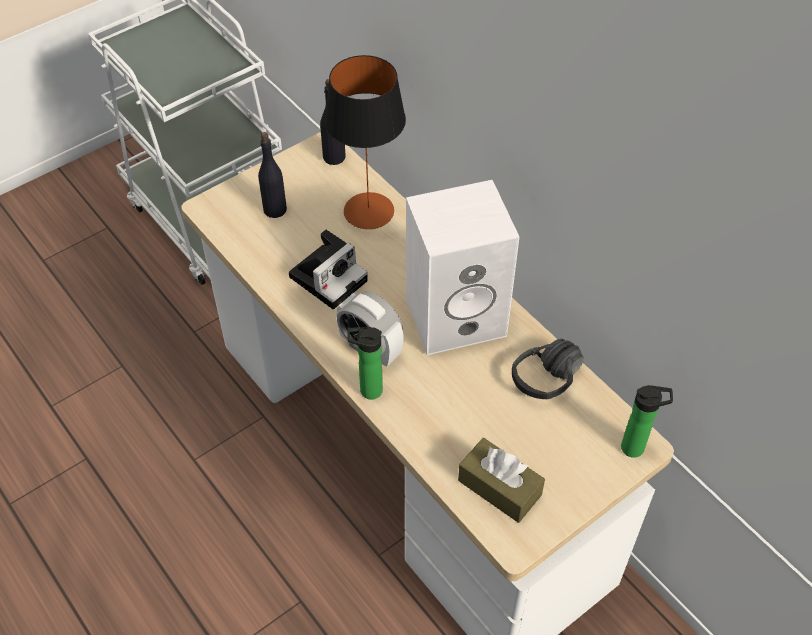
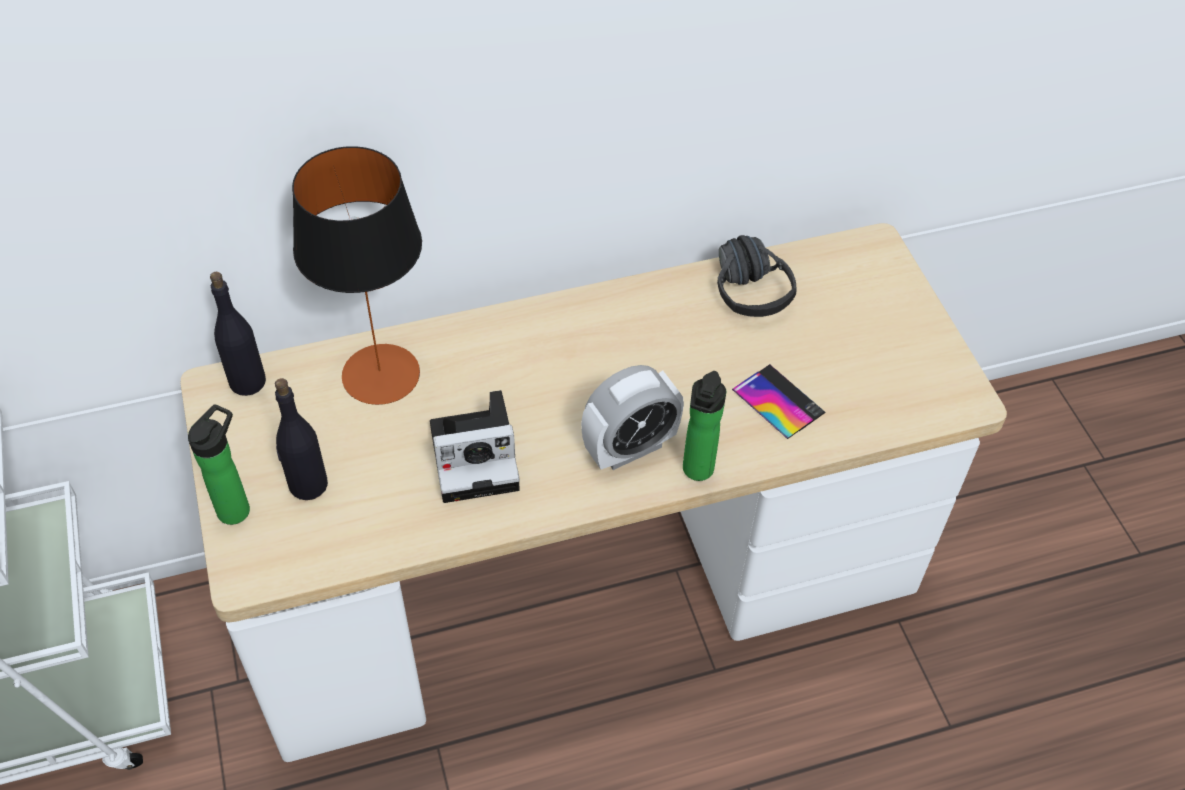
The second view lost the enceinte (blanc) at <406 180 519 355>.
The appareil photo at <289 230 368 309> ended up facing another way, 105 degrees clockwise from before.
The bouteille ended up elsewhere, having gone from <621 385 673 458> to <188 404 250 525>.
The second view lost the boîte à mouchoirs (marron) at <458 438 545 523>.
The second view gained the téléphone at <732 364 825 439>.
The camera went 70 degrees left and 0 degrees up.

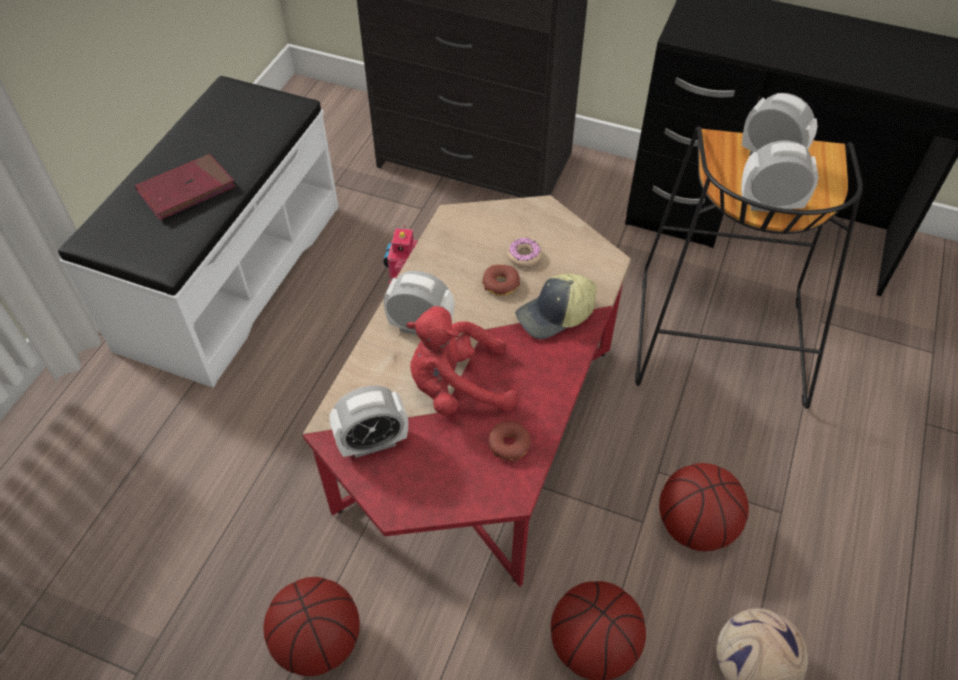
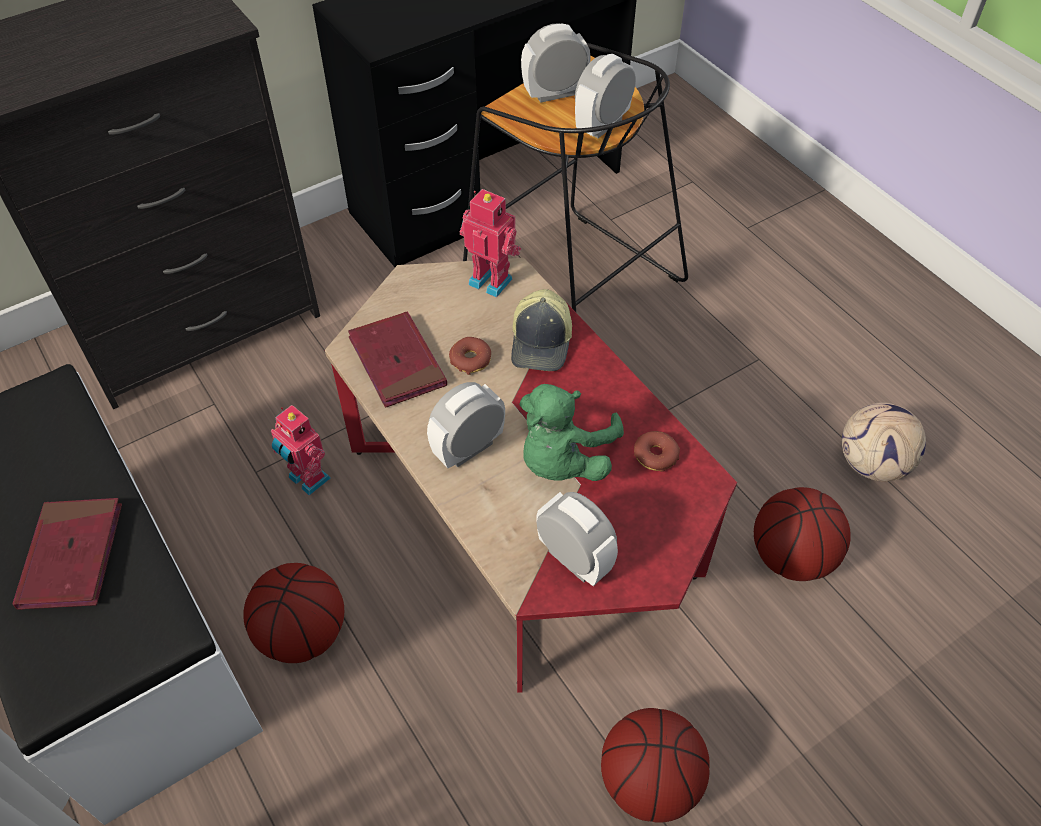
The second view lost the beignet at <507 237 542 267>.
What was the peluche (rouge) at <407 306 517 415> turned into the peluche (vert) at <519 384 624 481>.
The réveil at <329 386 408 458> ended up facing another way, 60 degrees counterclockwise from before.
The ballon de basket ended up elsewhere, having gone from <659 463 749 551> to <243 563 344 663>.
The second view gained the robot jouet at <460 189 521 298>.
The second view gained the livre (rouge) at <348 312 447 408>.
The camera went 55 degrees left and 0 degrees up.

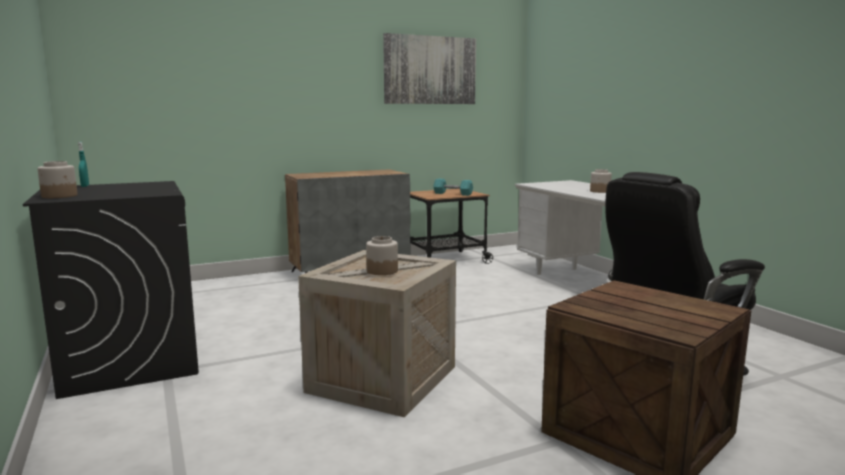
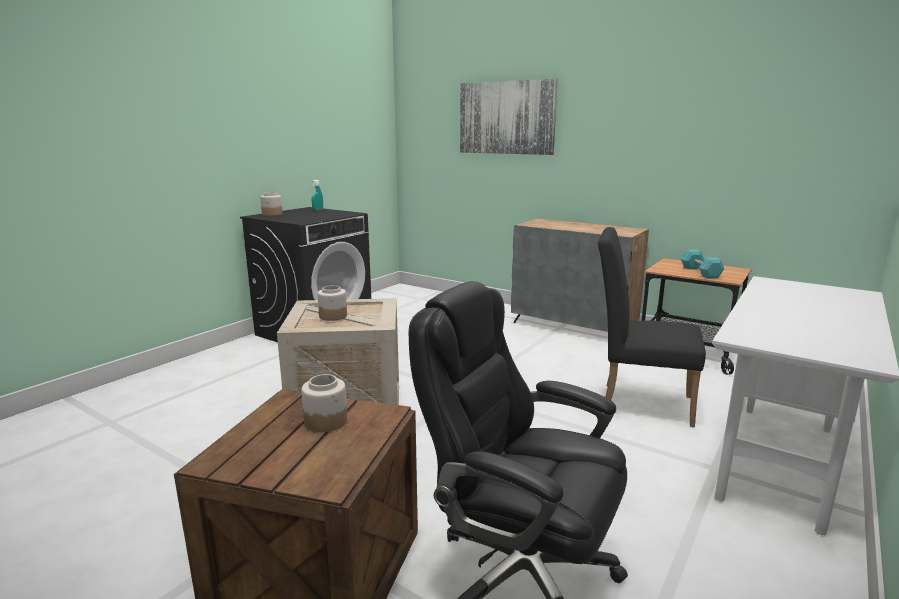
The tableau ended up elsewhere, having gone from <383 33 476 104> to <460 78 558 155>.
The bocal ended up elsewhere, having gone from <590 169 612 193> to <301 374 347 432>.
The second view gained the chaise (noir) at <598 227 706 428>.
The camera went 60 degrees right and 5 degrees up.

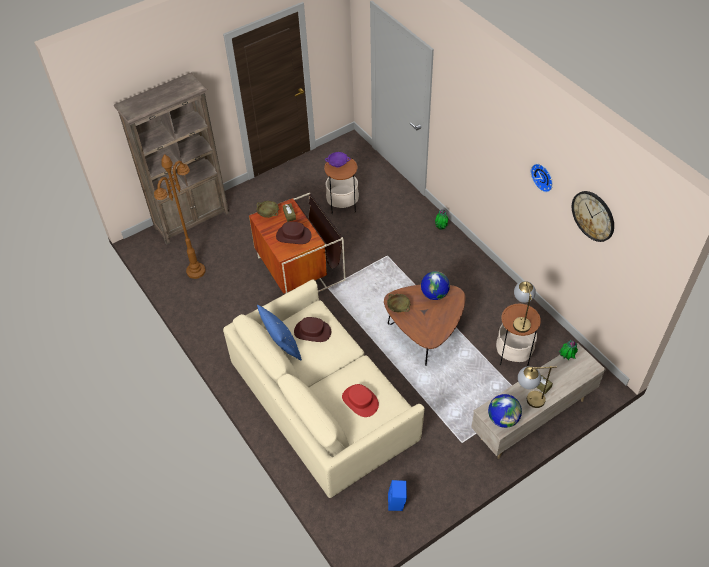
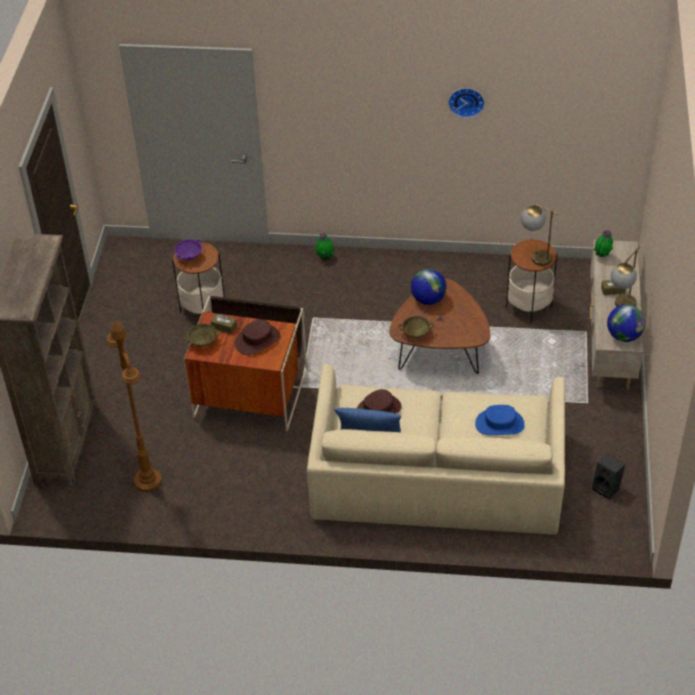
The second view lost the horloge murale at <572 191 614 242>.
What was the chapeau (rouge) at <342 384 379 417> turned into the chapeau (bleu) at <475 405 525 435>.
What was the enceinte (bleu) at <388 480 407 511> turned into the enceinte (noir) at <592 454 625 499>.
The camera went 50 degrees left and 5 degrees down.

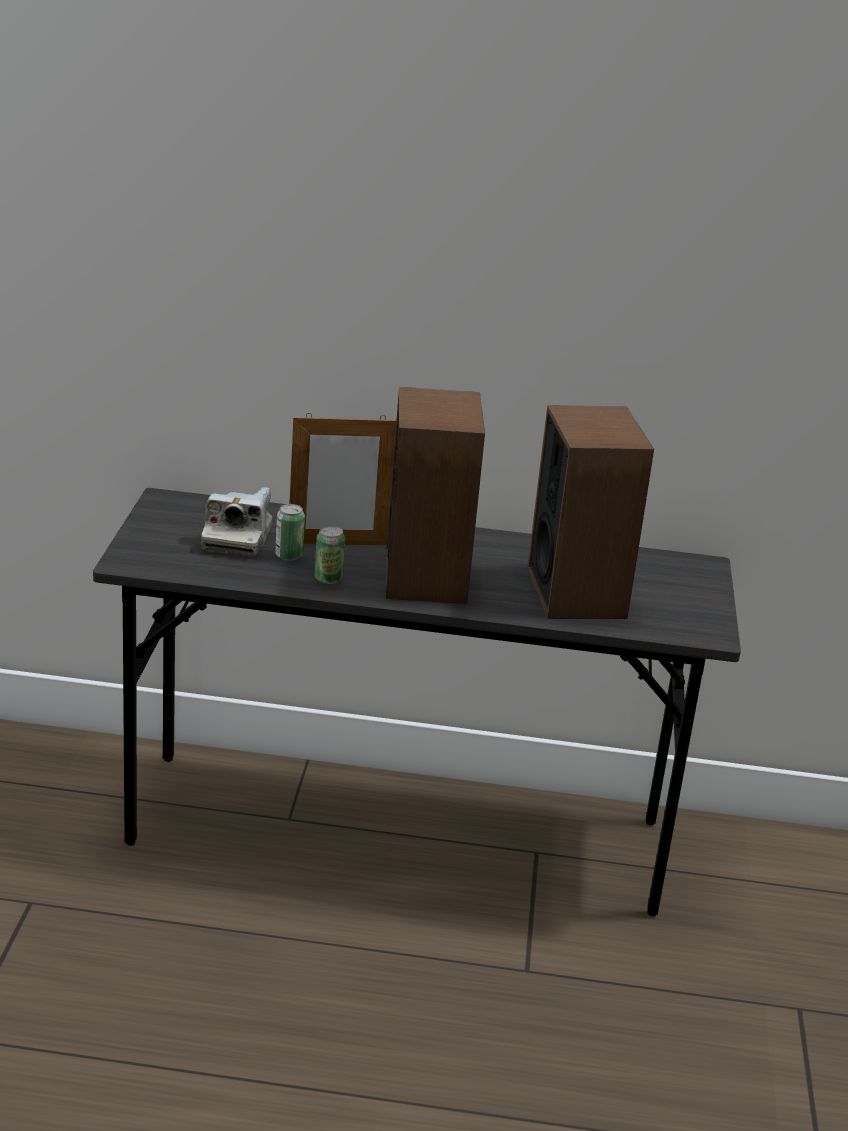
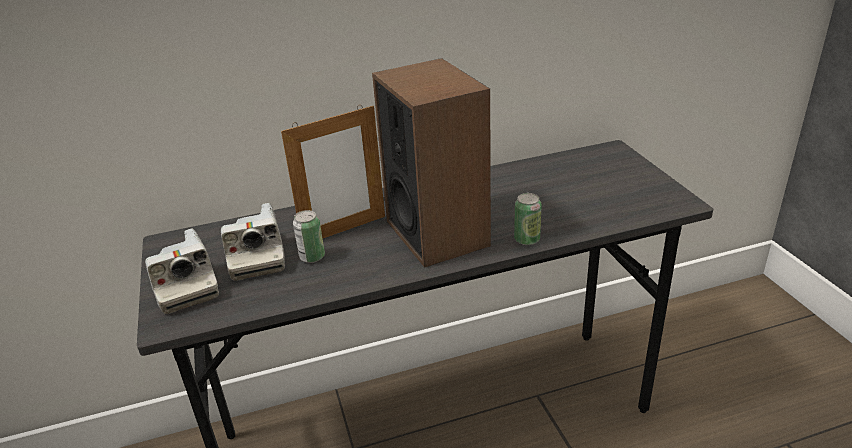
The second view lost the enceinte at <527 405 654 619>.
The boîte métallique ended up elsewhere, having gone from <315 526 345 584> to <514 193 542 245>.
The second view gained the appareil photo at <145 228 219 314>.
The camera went 20 degrees left and 5 degrees up.

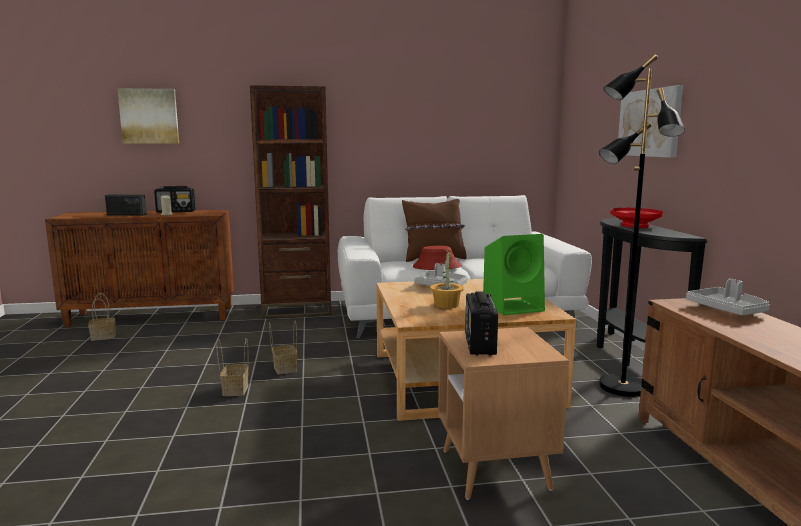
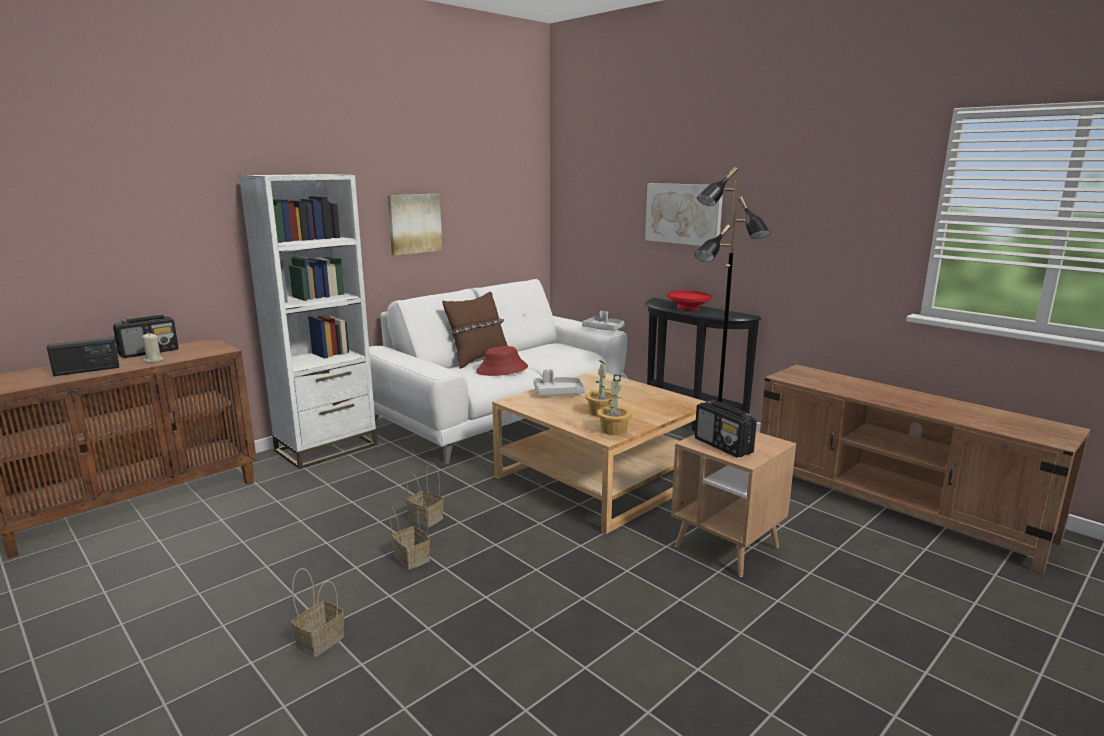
What was the bibliothèque (marron) at <250 85 332 319> turned into the bibliothèque (blanc) at <239 174 377 469>.
The tableau ended up elsewhere, having gone from <117 88 179 144> to <387 194 442 255>.
The second view lost the enceinte (vert) at <483 234 545 315>.
The plateau (gris) ended up elsewhere, having gone from <686 279 770 315> to <582 311 624 331>.
The panier ended up elsewhere, having gone from <88 293 116 341> to <291 568 344 658>.
The second view gained the plante en pot at <597 374 632 435>.
The camera went 35 degrees left and 5 degrees up.

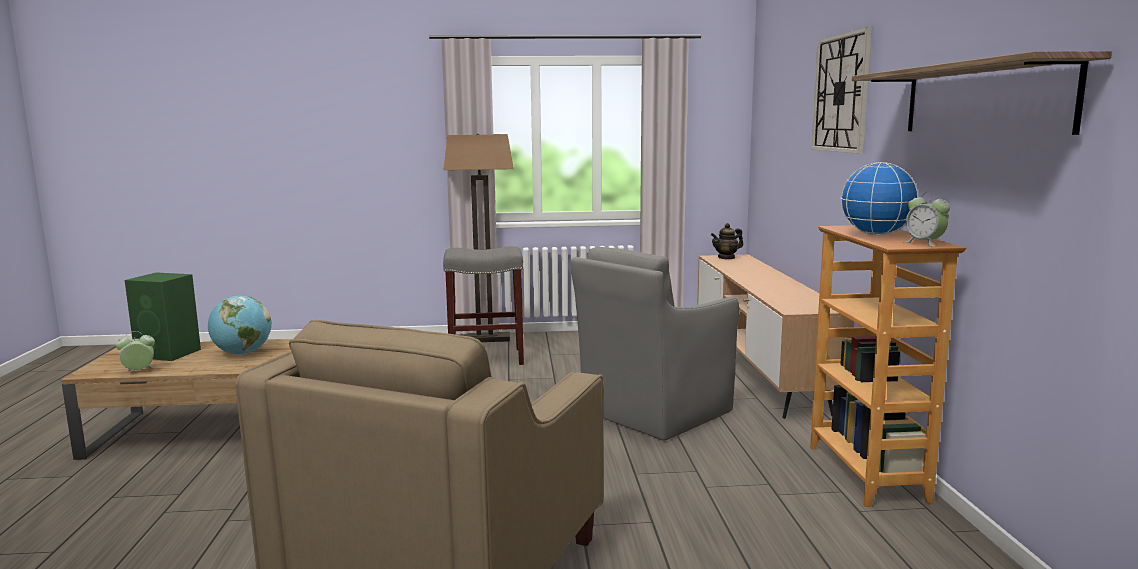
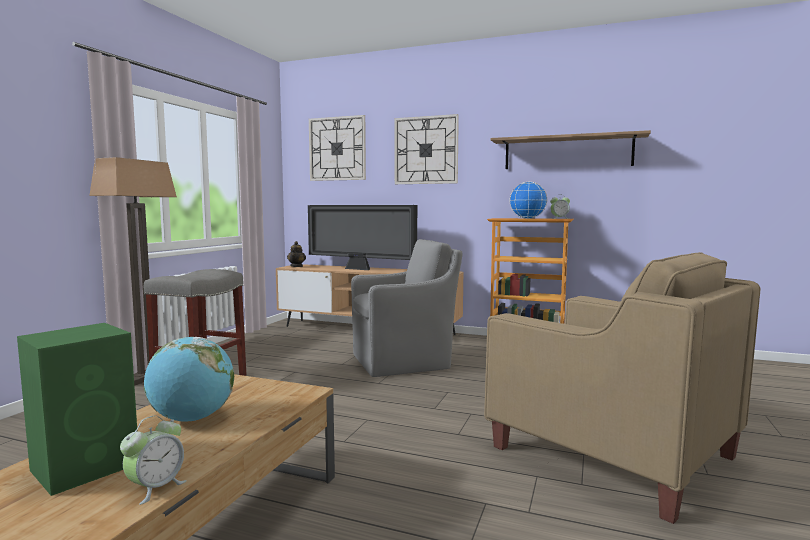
The fauteuil (gris) at <571 246 739 441> ended up facing another way, 90 degrees counterclockwise from before.
The réveil at <115 331 156 372> ended up facing another way, 150 degrees counterclockwise from before.
The second view gained the horloge murale at <309 115 366 181>.
The second view gained the téléviseur at <308 205 417 270>.
The camera went 65 degrees left and 5 degrees down.

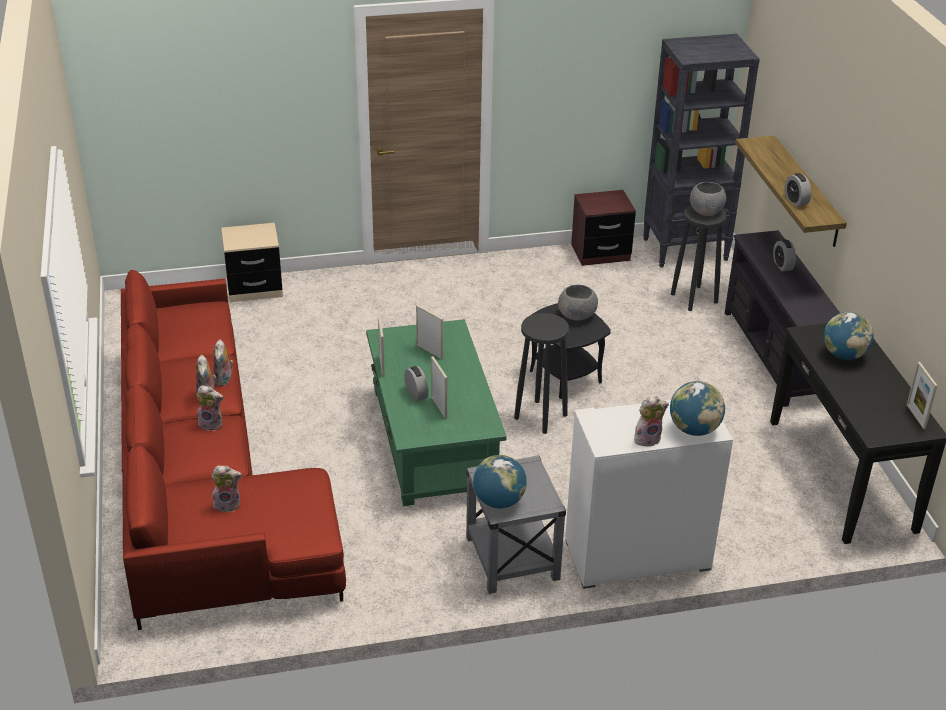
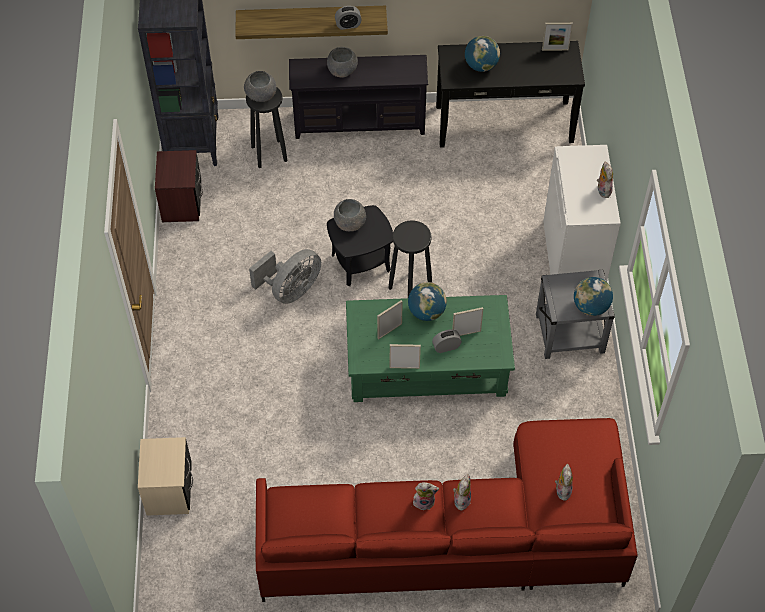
Where the réveil stood at <773 239 796 271>, the bol (gris) came to stand at <327 47 358 78>.
The second view lost the peluche at <213 339 233 386>.
The globe ended up elsewhere, having gone from <670 381 725 436> to <408 282 447 321>.
The second view gained the ventilateur (gris) at <249 249 321 304>.
The camera went 80 degrees left and 20 degrees up.

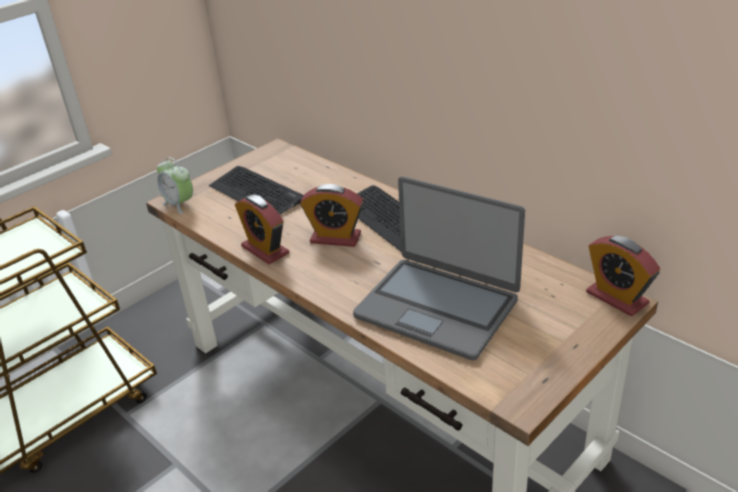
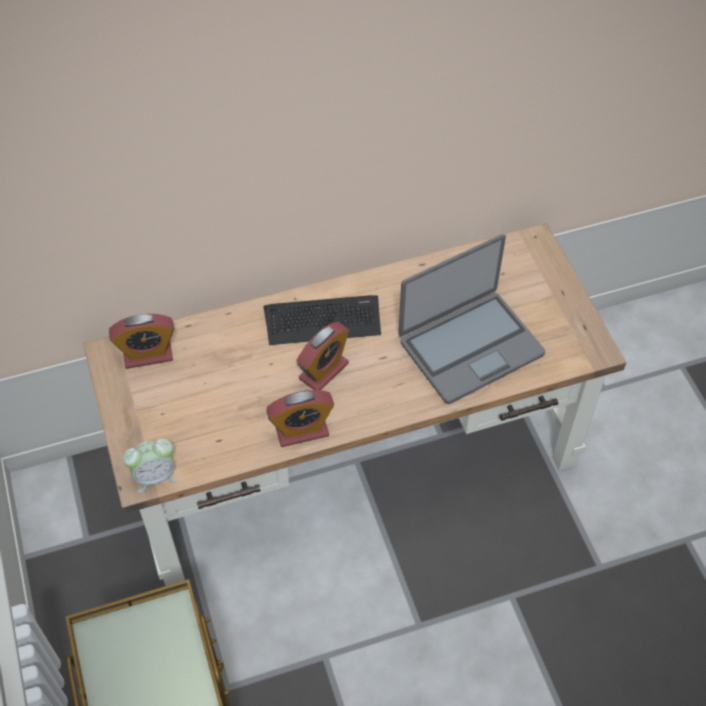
The second view lost the clavier at <209 166 304 215>.
The réveil ended up elsewhere, having gone from <586 236 660 316> to <109 314 174 369>.
The camera went 65 degrees left and 20 degrees up.

